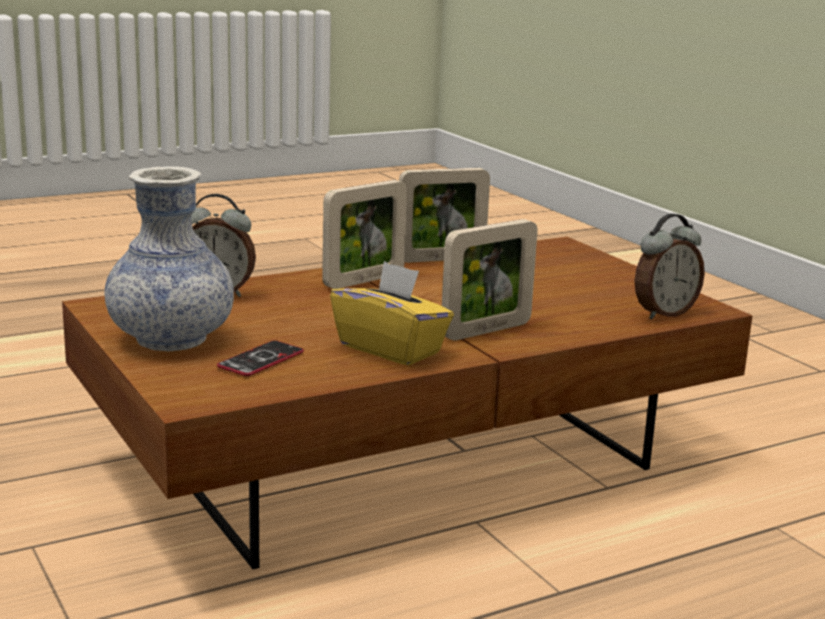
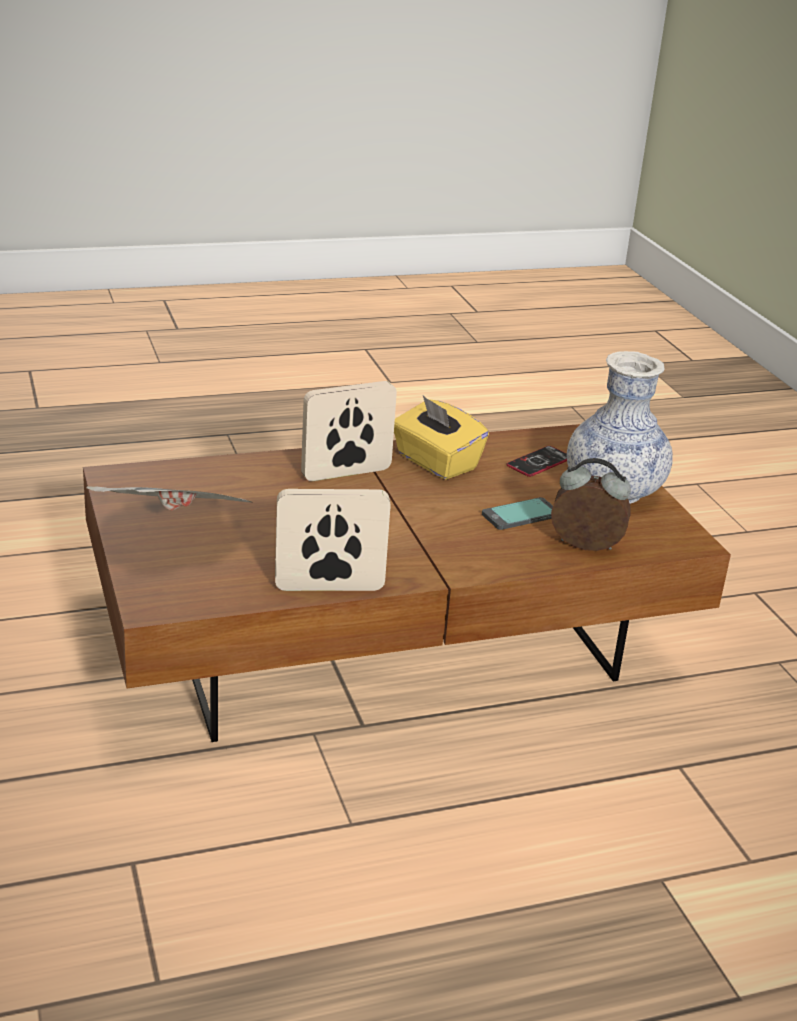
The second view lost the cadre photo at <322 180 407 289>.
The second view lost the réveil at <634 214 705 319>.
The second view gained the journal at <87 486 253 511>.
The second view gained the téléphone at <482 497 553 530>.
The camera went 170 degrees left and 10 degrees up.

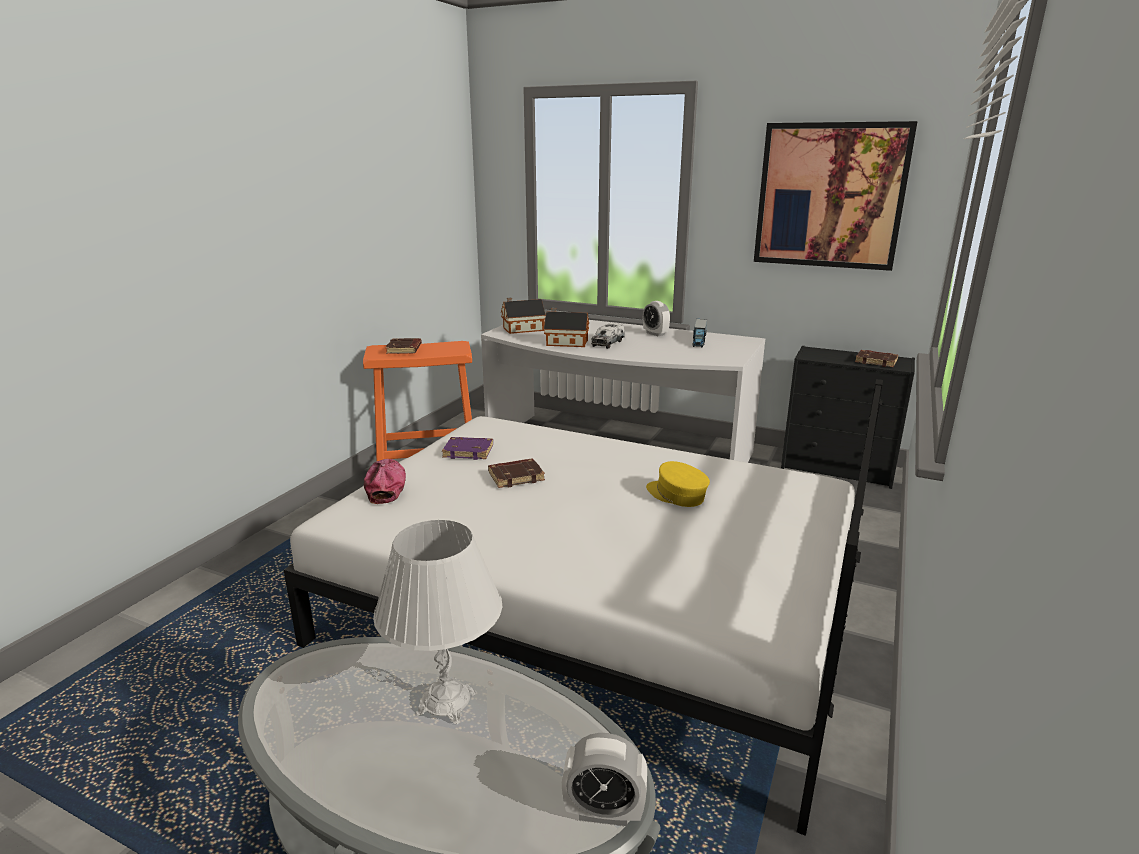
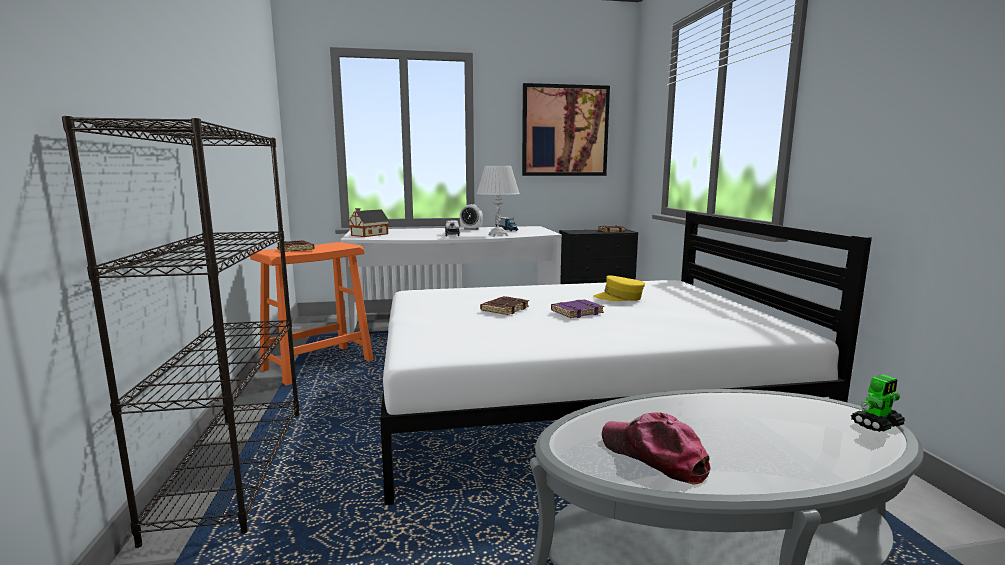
The second view lost the maison miniature at <544 308 589 347>.
The livre (violet) ended up elsewhere, having gone from <442 437 493 460> to <551 299 604 318>.
The casquette ended up elsewhere, having gone from <364 459 406 504> to <602 412 711 485>.
The lampe de table (blanc) ended up elsewhere, having gone from <373 520 502 724> to <476 166 520 237>.
Where the réveil stood at <562 733 647 826>, the robot jouet came to stand at <851 374 906 432>.
The second view gained the bibliothèque (noir) at <62 116 299 548>.
The camera went 35 degrees left and 10 degrees down.

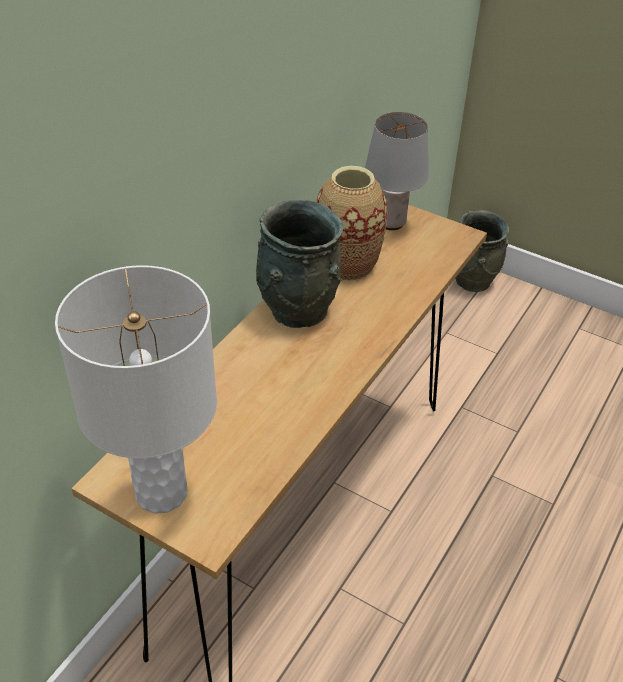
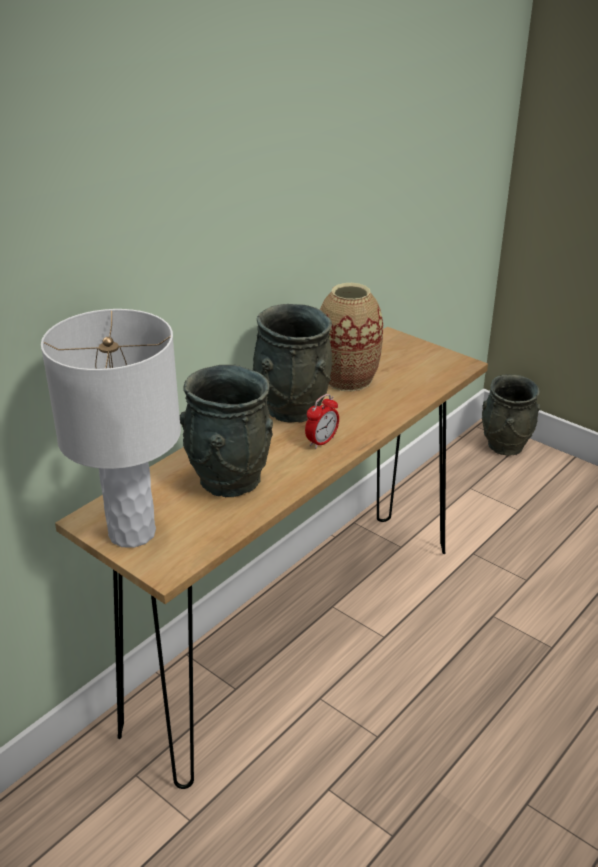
The second view lost the lampe de table (gris) at <365 112 429 230>.
The second view gained the vase (gris) at <180 365 273 497>.
The second view gained the réveil at <305 394 339 449>.
The camera went 10 degrees right and 10 degrees down.

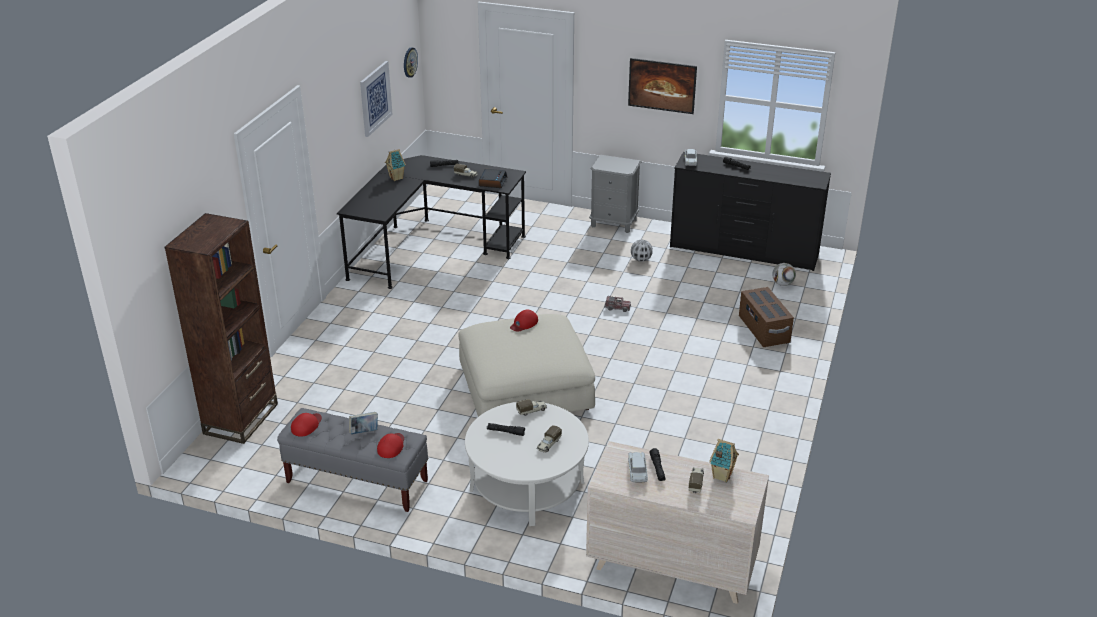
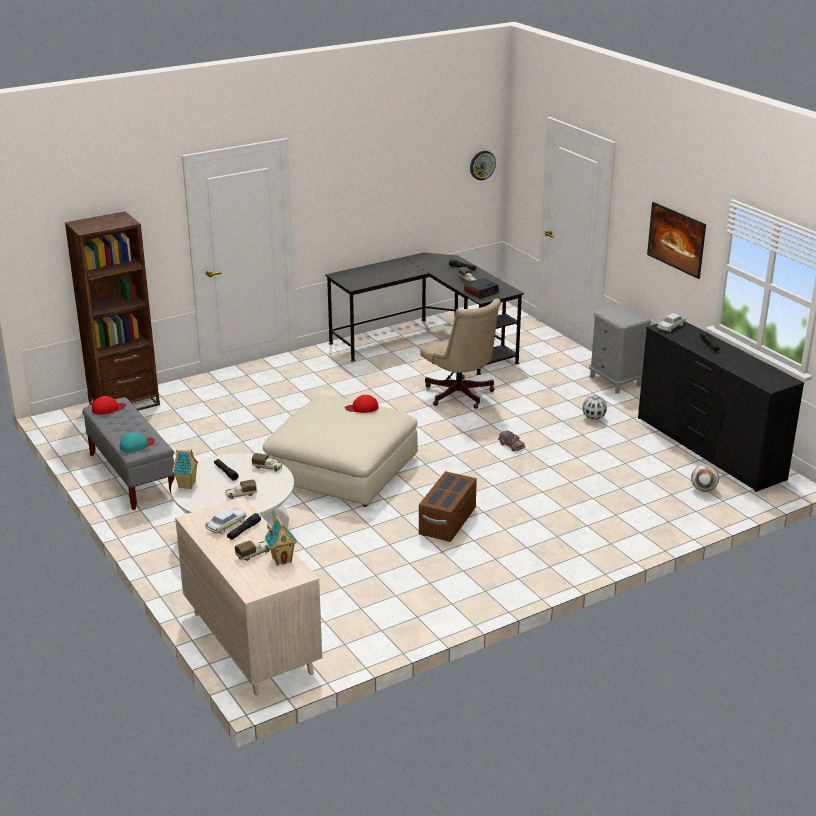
The second view lost the tableau at <360 61 393 137>.
The maison miniature ended up elsewhere, having gone from <385 149 406 181> to <172 449 198 489>.
The boîte de rangement (marron) ended up elsewhere, having gone from <739 287 794 347> to <419 471 477 542>.
The second view lost the livre at <349 412 378 434>.
What was the casquette (rouge) at <377 433 404 458> turned into the casquette (turquoise) at <120 432 155 452>.
The second view gained the chaise de bureau (beige) at <420 299 501 409>.
The camera went 40 degrees right and 5 degrees down.

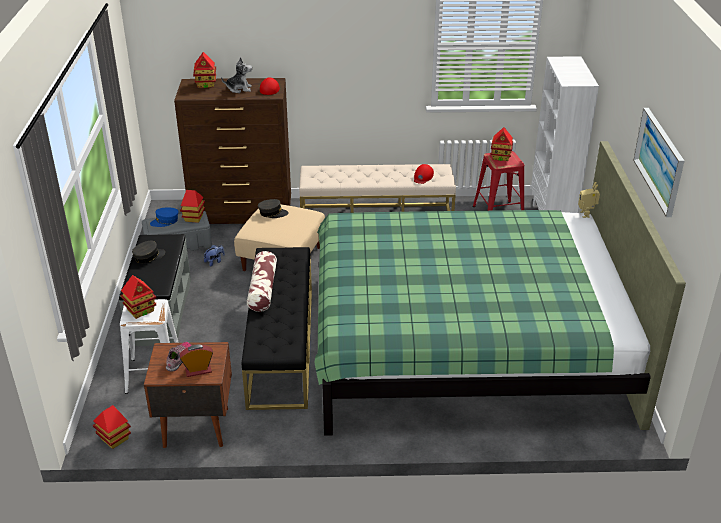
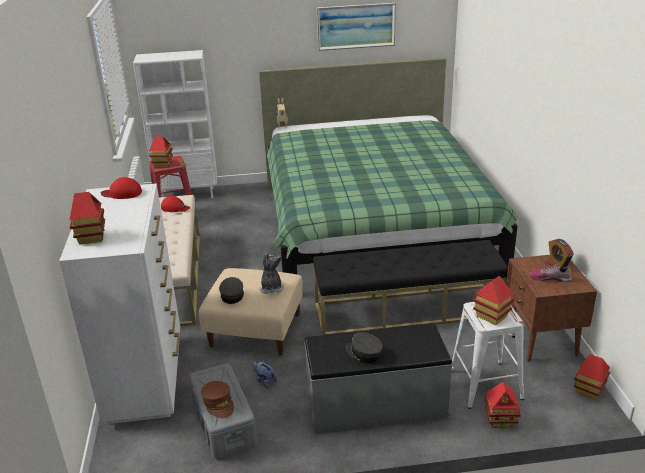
The peluche ended up elsewhere, having gone from <221 57 252 93> to <259 253 284 294>.
What was the commode (marron) at <174 78 291 224> turned into the commode (blanc) at <59 184 180 424>.
The maison miniature ended up elsewhere, having gone from <180 190 205 223> to <484 382 521 428>.
What was the casquette (bleu) at <150 207 179 227> turned into the casquette (marron) at <201 381 234 418>.
The second view lost the coussin at <247 251 277 312>.
The camera went 95 degrees left and 5 degrees down.

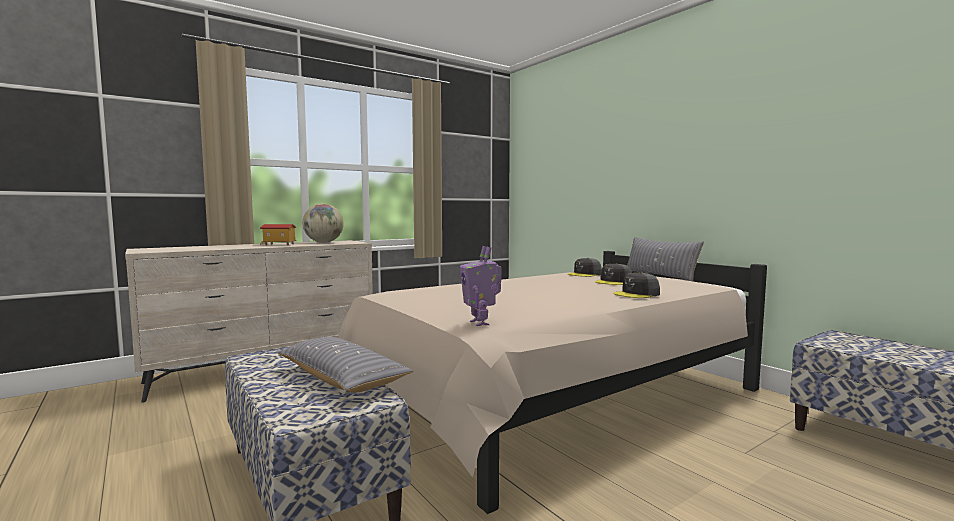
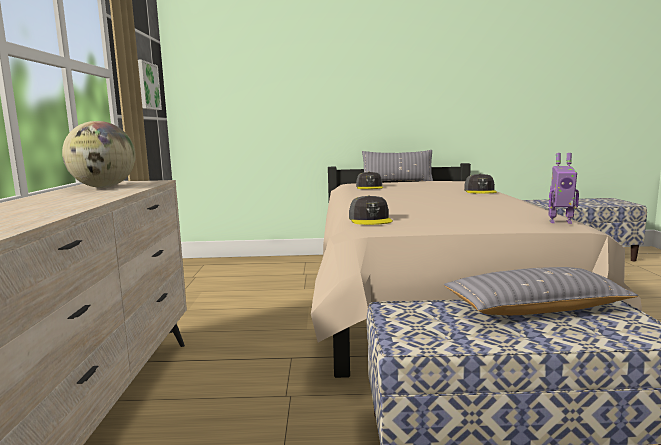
The second view lost the maison miniature at <260 224 297 245>.
The casquette (gris) ended up elsewhere, having gone from <595 263 632 285> to <349 195 393 225>.
The second view gained the tableau at <138 60 162 110>.
The camera went 55 degrees left and 5 degrees up.

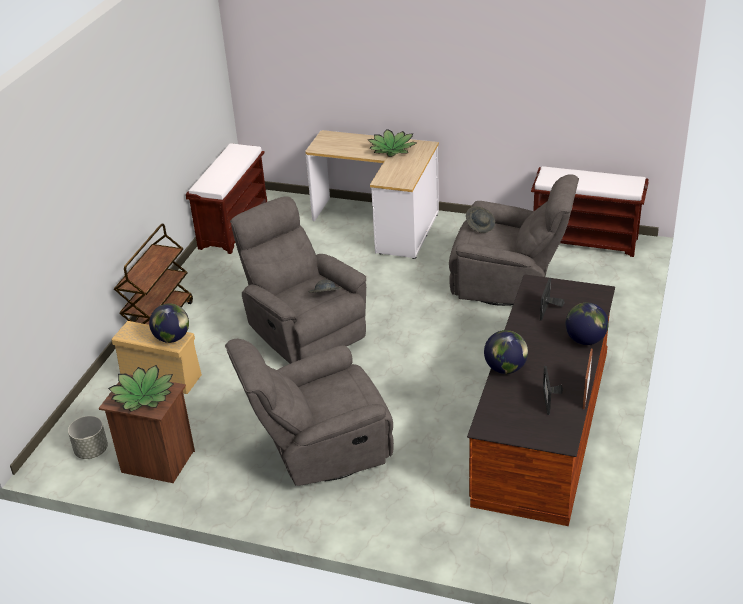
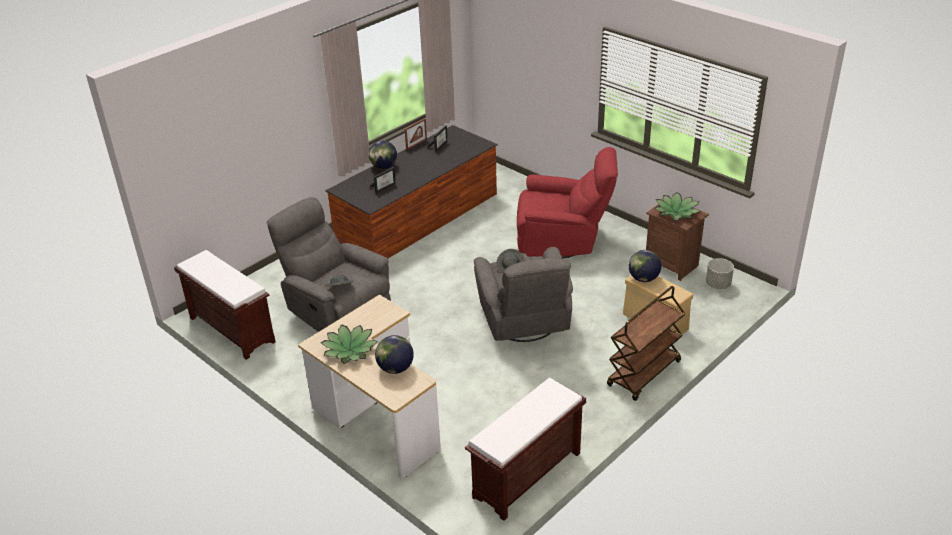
The globe ended up elsewhere, having gone from <484 330 528 374> to <375 335 414 374>.
What was the fauteuil (gris) at <225 339 394 486> turned into the fauteuil (rouge) at <517 147 618 258>.
The camera went 155 degrees left and 0 degrees up.

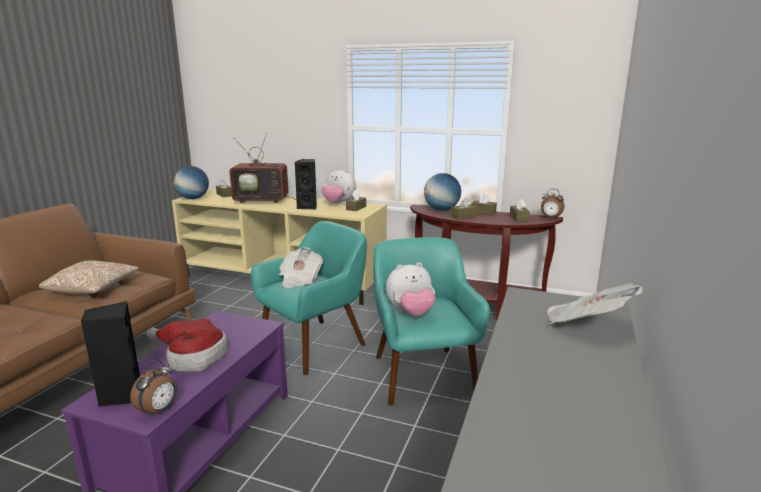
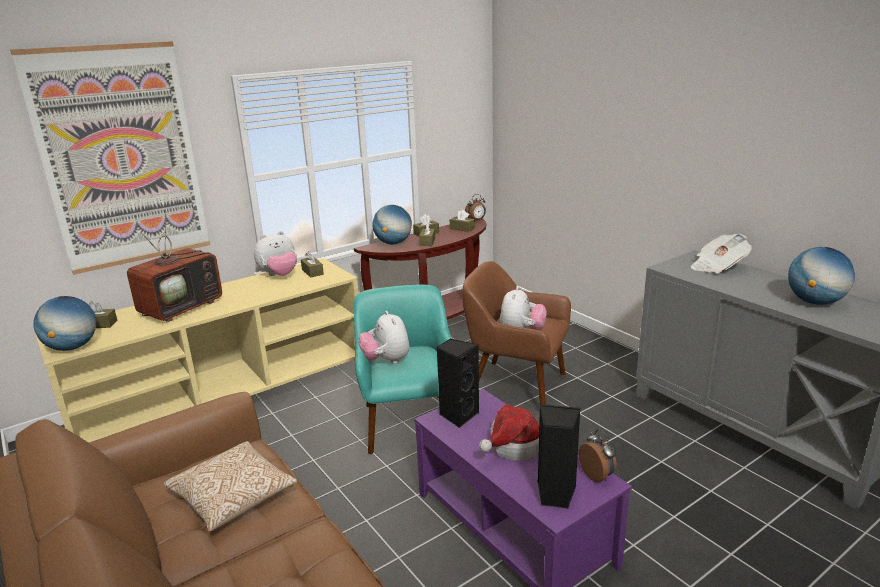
The enceinte (noir) ended up elsewhere, having gone from <295 159 317 209> to <437 338 479 428>.
What was the fauteuil (turquoise) at <373 237 490 406> turned into the fauteuil (marron) at <462 261 571 405>.
Where the journal stood at <279 247 323 288>, the peluche came to stand at <359 311 409 364>.
The second view gained the tableau at <10 41 210 275>.
The second view gained the globe at <788 247 855 305>.
The camera went 55 degrees left and 5 degrees up.

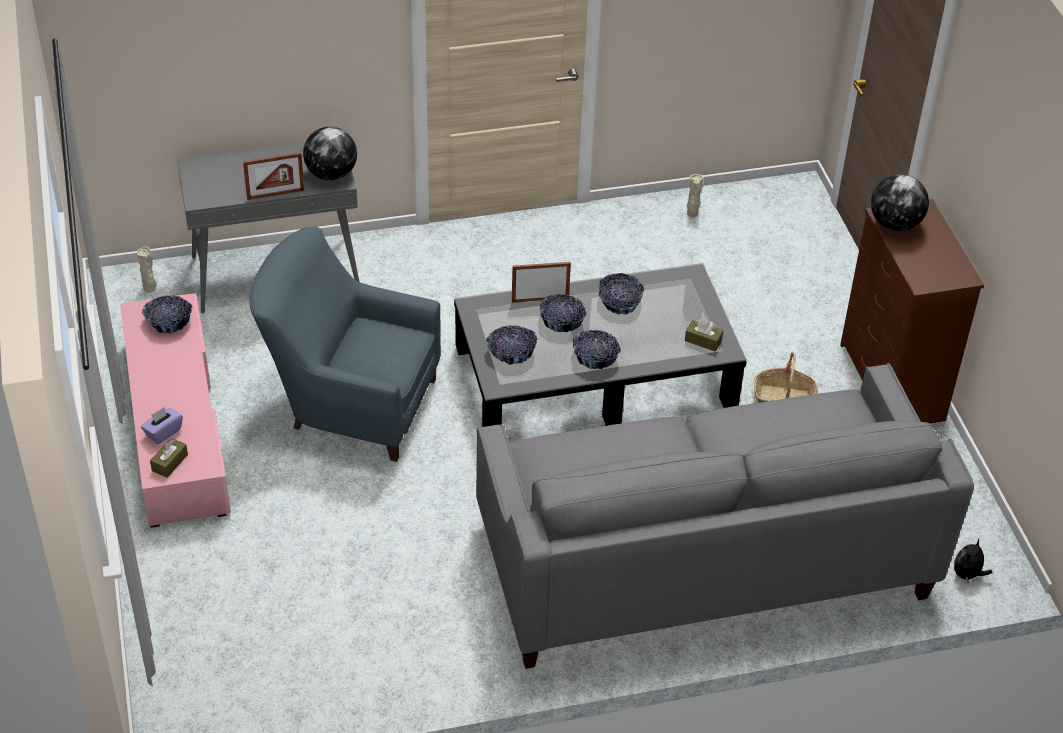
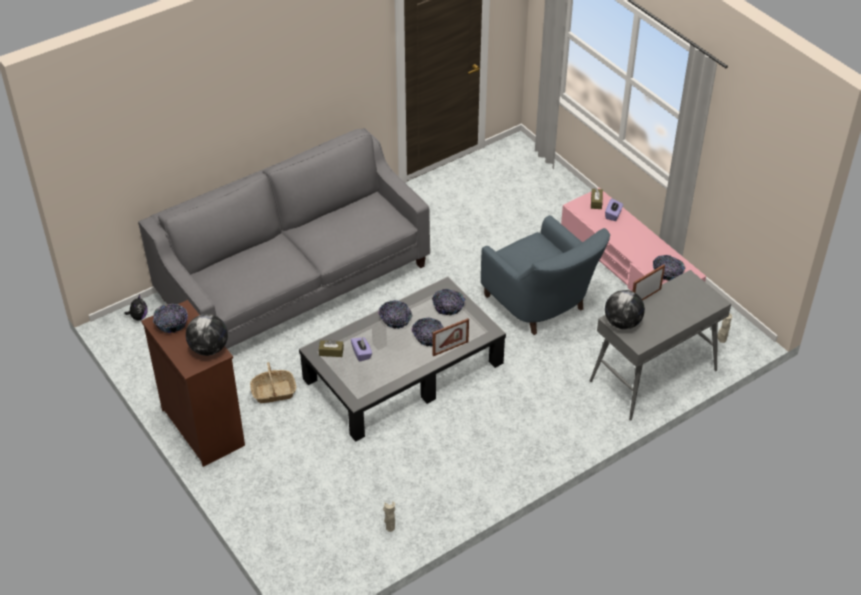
The fauteuil (bleu) at <249 227 441 462> ended up facing another way, 60 degrees clockwise from before.
The bol ended up elsewhere, having gone from <598 273 644 315> to <153 304 188 333>.
The second view gained the boîte à mouchoirs (violet) at <351 337 372 362>.
The camera went 160 degrees right and 0 degrees up.

